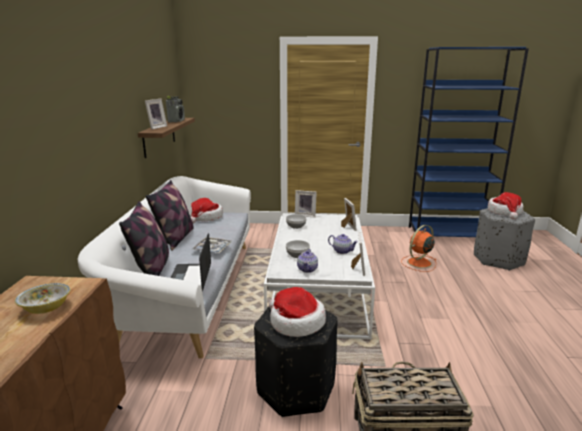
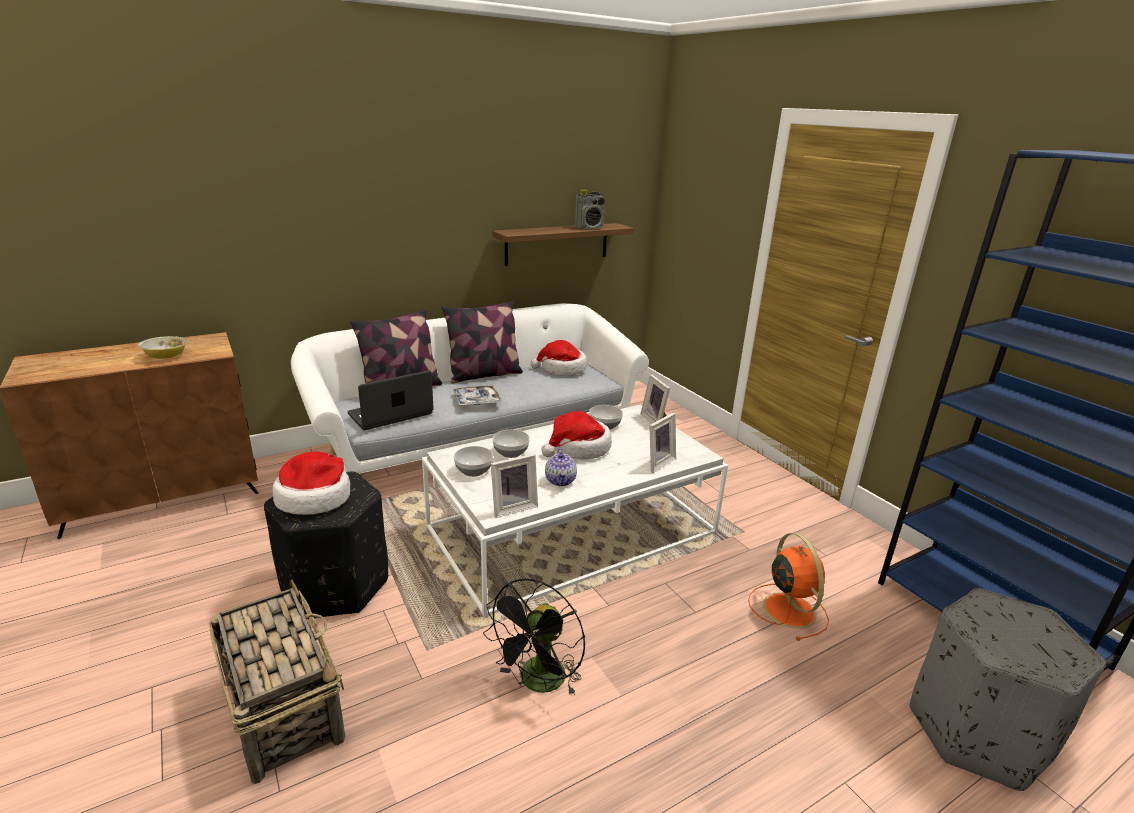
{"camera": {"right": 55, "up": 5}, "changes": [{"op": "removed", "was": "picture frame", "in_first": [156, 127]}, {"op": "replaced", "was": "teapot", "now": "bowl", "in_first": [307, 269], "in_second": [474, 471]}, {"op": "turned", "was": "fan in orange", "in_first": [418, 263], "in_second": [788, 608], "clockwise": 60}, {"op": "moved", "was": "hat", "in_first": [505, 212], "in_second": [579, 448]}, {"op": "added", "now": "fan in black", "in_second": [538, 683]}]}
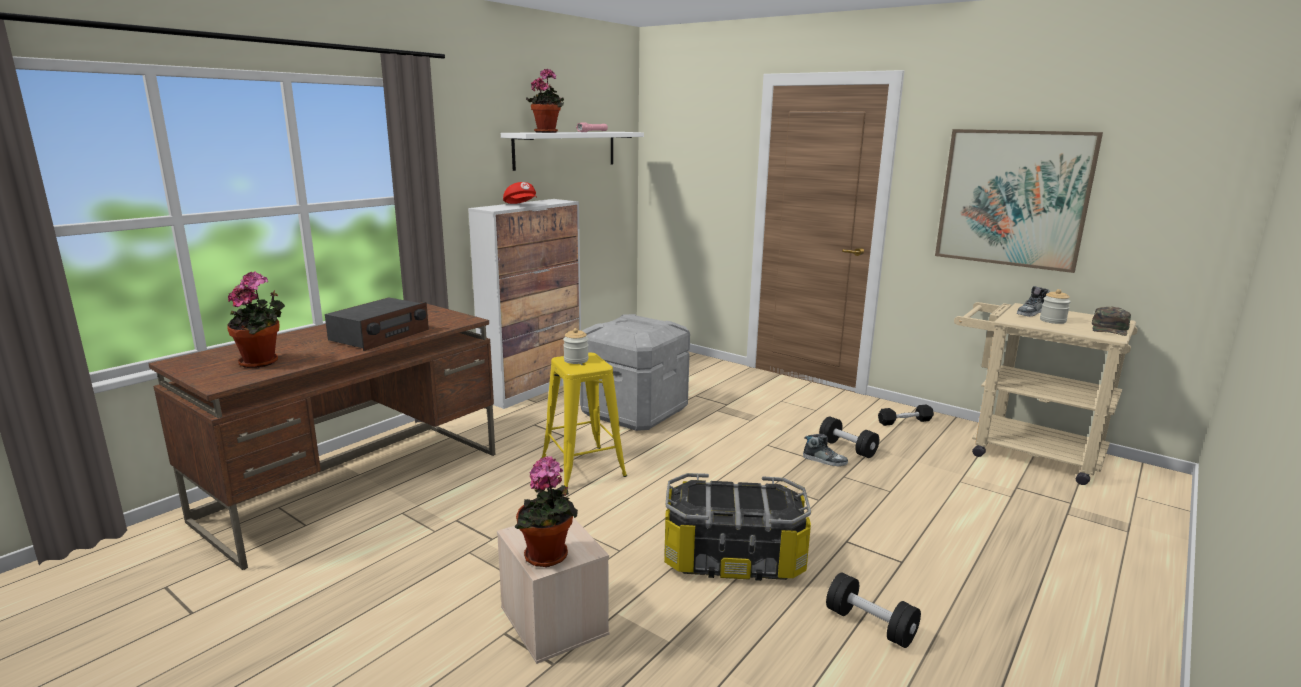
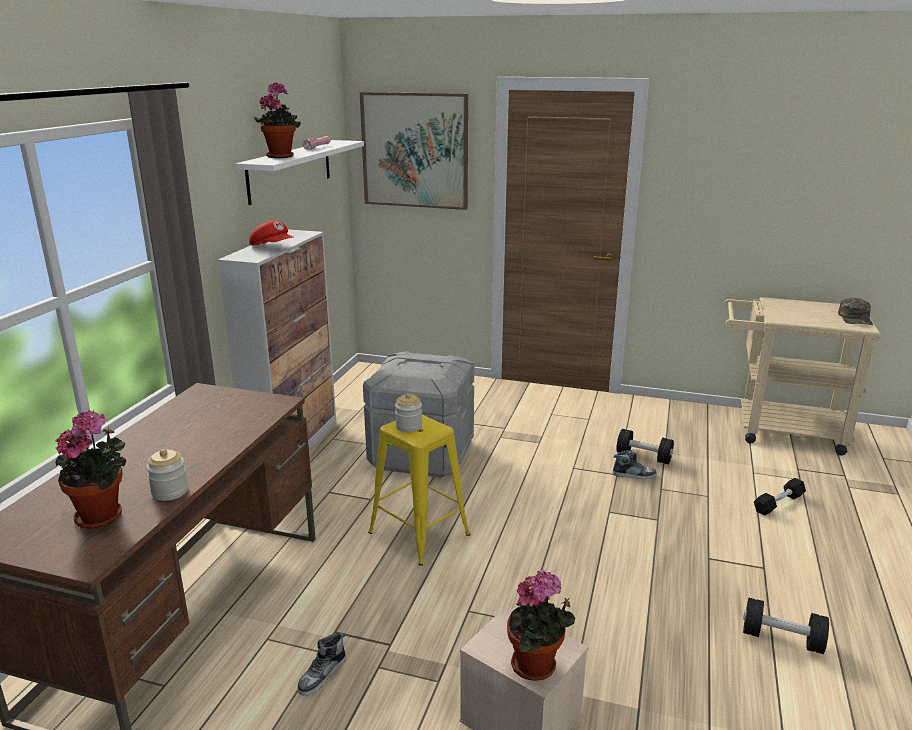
{"camera": {"right": -20, "up": 5}, "changes": [{"op": "removed", "was": "radio", "in_first": [380, 335]}, {"op": "removed", "was": "storage box", "in_first": [733, 557]}, {"op": "moved", "was": "dumbbell in black", "in_first": [904, 421], "in_second": [778, 503]}, {"op": "moved", "was": "picture", "in_first": [1013, 198], "in_second": [415, 150]}, {"op": "moved", "was": "shoe", "in_first": [1031, 313], "in_second": [322, 675]}, {"op": "moved", "was": "jar", "in_first": [1052, 321], "in_second": [170, 491]}]}
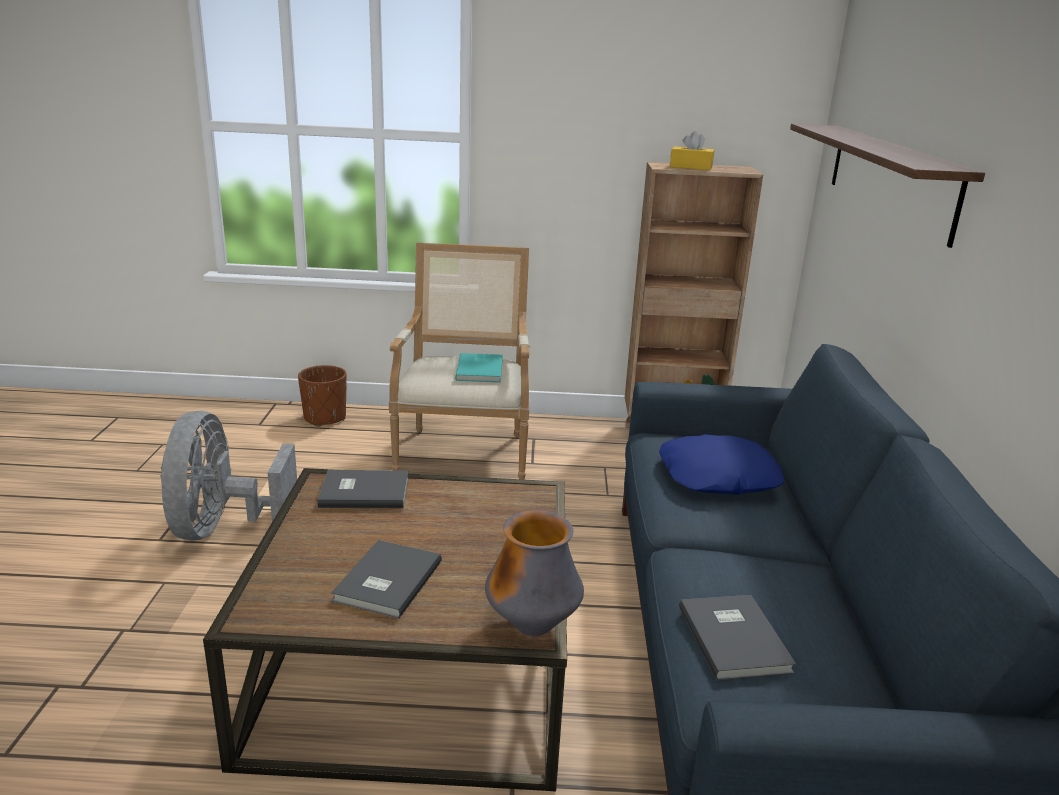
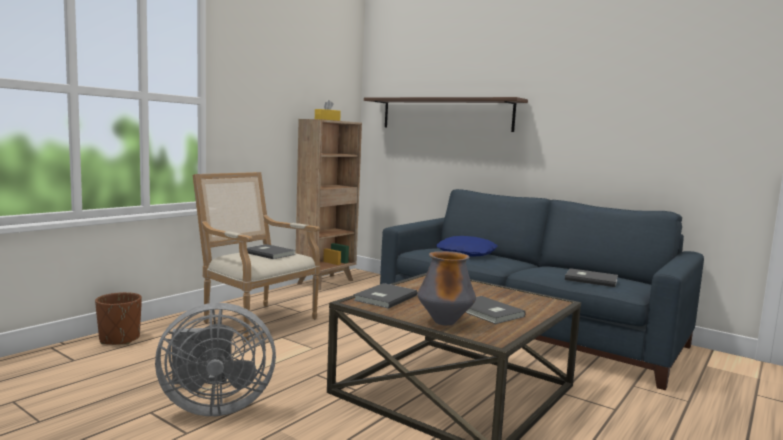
{"camera": {"right": -55, "up": -15}, "changes": [{"op": "turned", "was": "fan in grey", "in_first": [223, 527], "in_second": [213, 406], "clockwise": -45}, {"op": "recoloured", "was": "book in turquoise", "now": "book in grey", "in_first": [481, 370], "in_second": [269, 253]}, {"op": "moved", "was": "vase", "in_first": [532, 626], "in_second": [445, 322]}]}
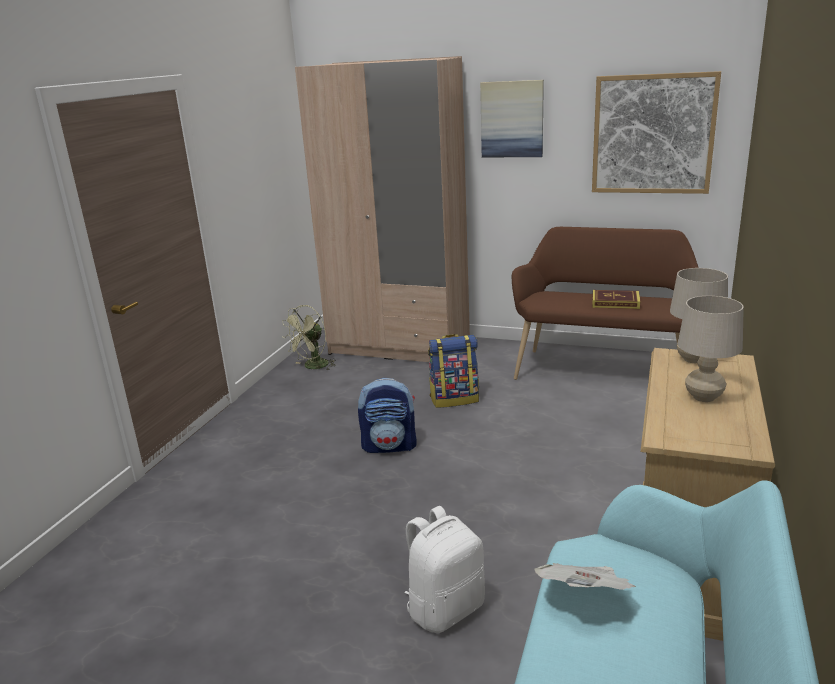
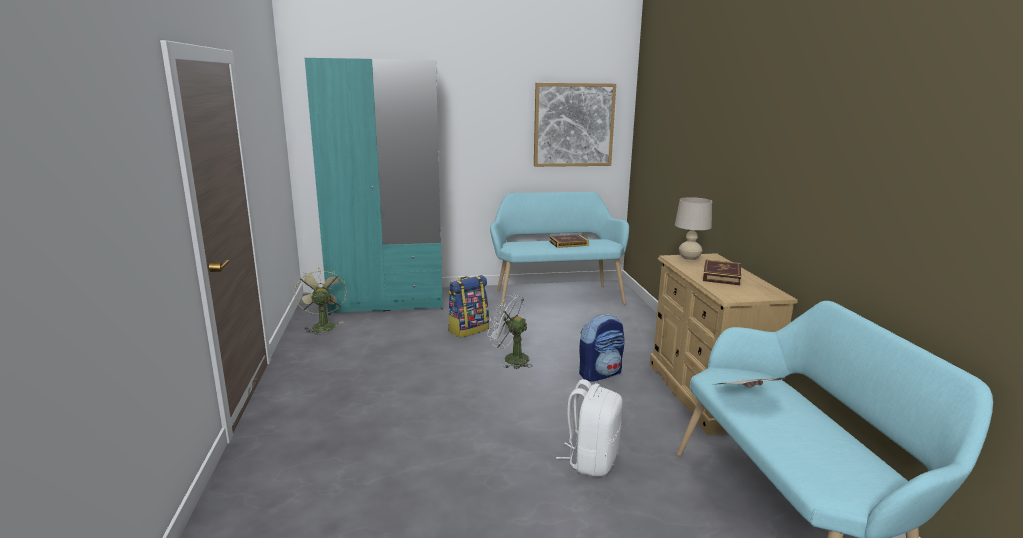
{"camera": {"right": -30, "up": -5}, "changes": [{"op": "turned", "was": "fan in green", "in_first": [312, 367], "in_second": [322, 325], "clockwise": 150}, {"op": "recoloured", "was": "wardrobe in beige", "now": "wardrobe in turquoise", "in_first": [400, 346], "in_second": [387, 300]}, {"op": "moved", "was": "backpack", "in_first": [390, 446], "in_second": [600, 373]}, {"op": "removed", "was": "picture", "in_first": [512, 119]}, {"op": "recoloured", "was": "bench in brown", "now": "bench in turquoise", "in_first": [603, 369], "in_second": [556, 296]}, {"op": "replaced", "was": "table lamp in beige", "now": "book", "in_first": [703, 397], "in_second": [721, 275]}, {"op": "added", "now": "fan in white", "in_second": [510, 359]}]}
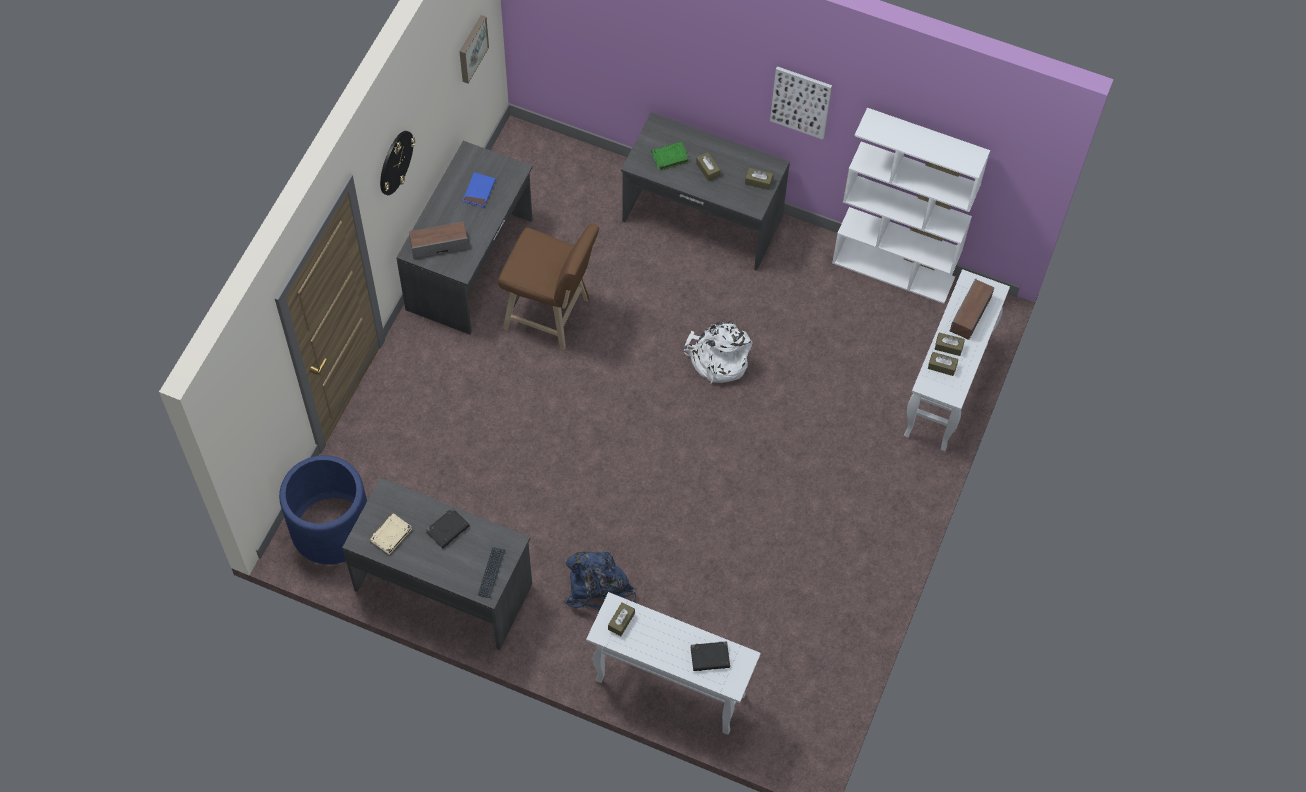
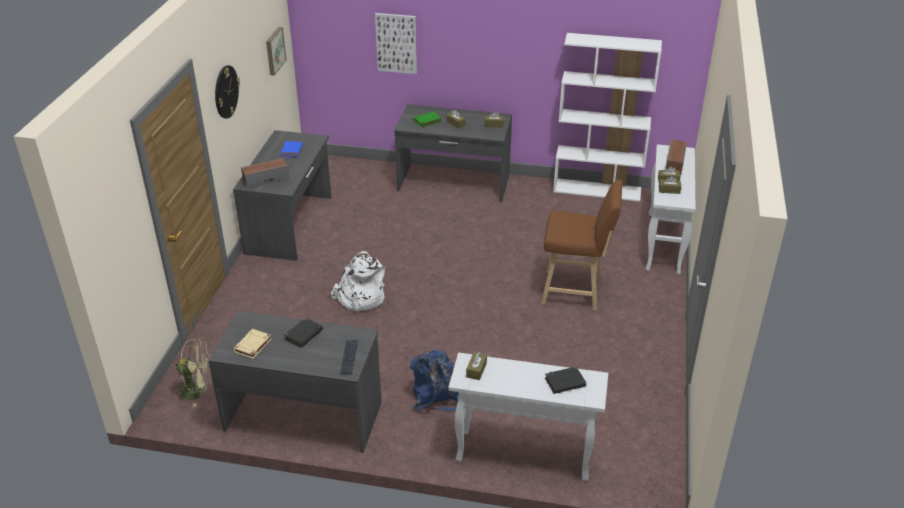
{"camera": {"right": -10, "up": -25}, "changes": [{"op": "replaced", "was": "planter in blue", "now": "fan in green", "in_first": [331, 528], "in_second": [197, 391]}, {"op": "moved", "was": "stool in brown", "in_first": [551, 315], "in_second": [575, 291]}, {"op": "moved", "was": "backpack in white", "in_first": [718, 359], "in_second": [359, 297]}, {"op": "moved", "was": "picture", "in_first": [801, 102], "in_second": [396, 43]}]}
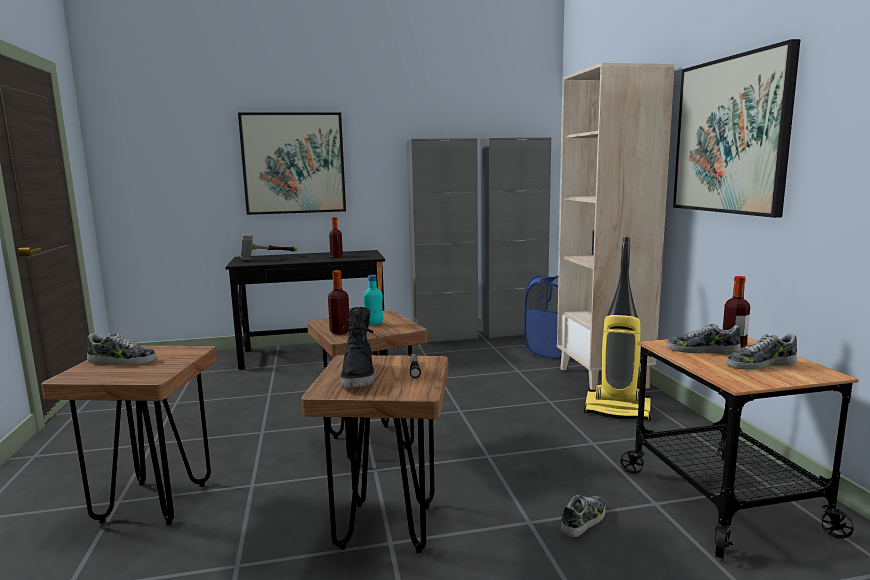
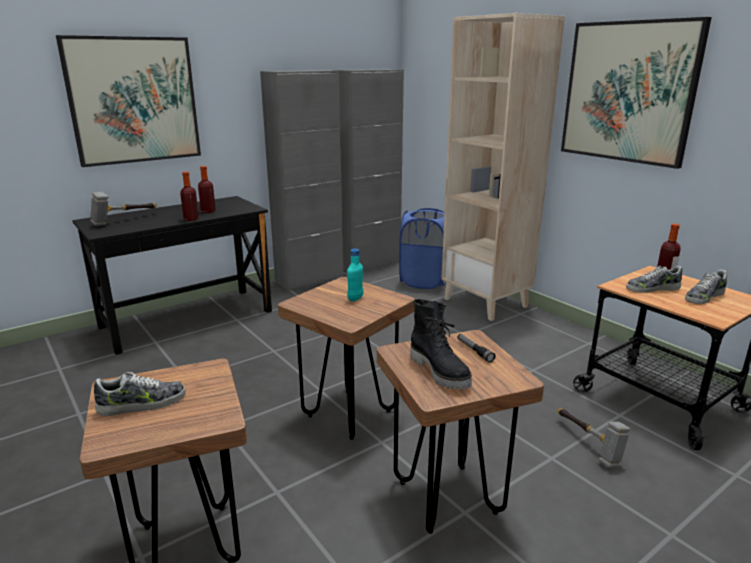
{"camera": {"right": -25, "up": 10}, "changes": [{"op": "moved", "was": "bottle", "in_first": [340, 332], "in_second": [191, 219]}, {"op": "replaced", "was": "shoe", "now": "hammer", "in_first": [584, 521], "in_second": [588, 444]}, {"op": "removed", "was": "vacuum cleaner", "in_first": [618, 410]}]}
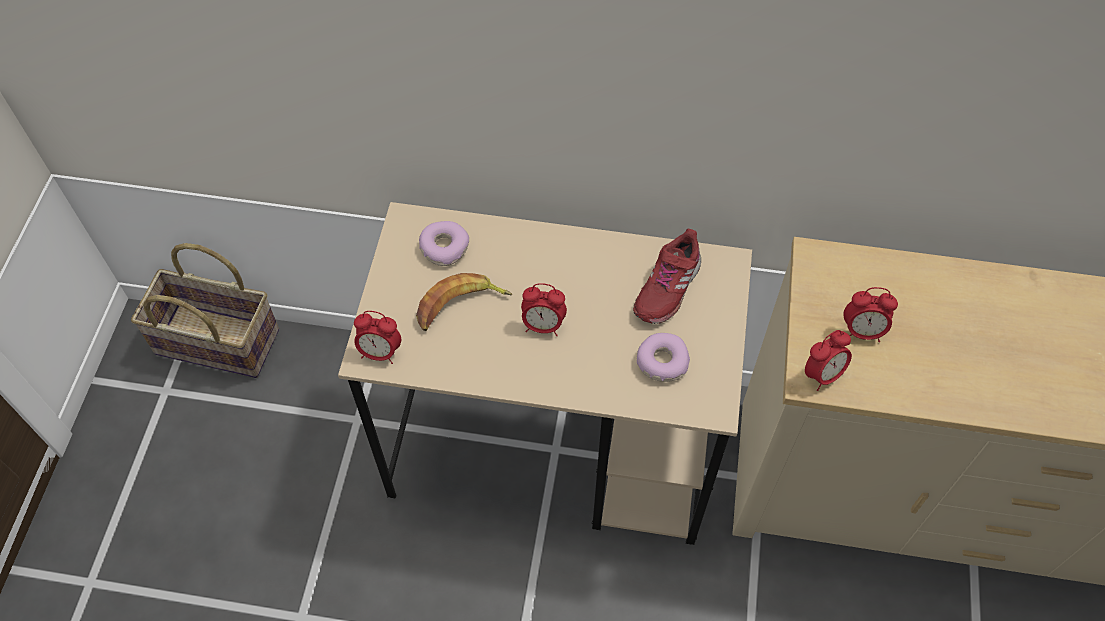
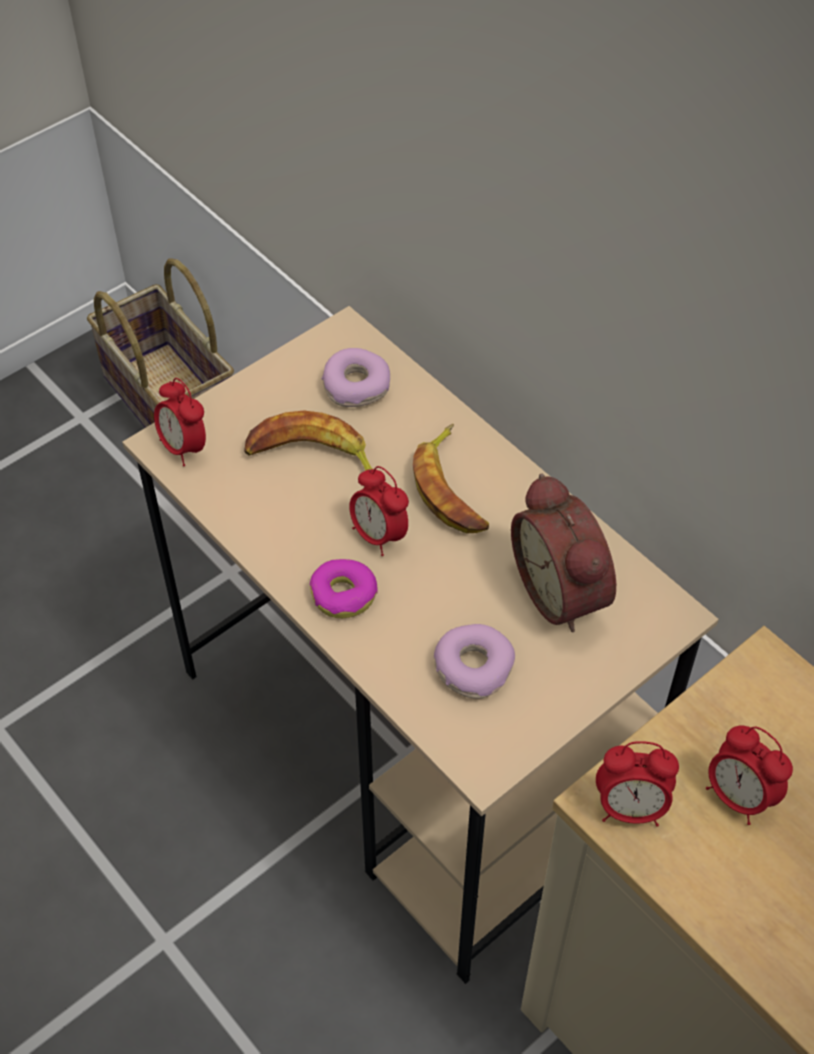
{"camera": {"right": 40, "up": -5}, "changes": [{"op": "replaced", "was": "shoe in red", "now": "alarm clock", "in_first": [666, 287], "in_second": [564, 590]}, {"op": "added", "now": "donut", "in_second": [344, 595]}, {"op": "added", "now": "banana", "in_second": [452, 488]}]}
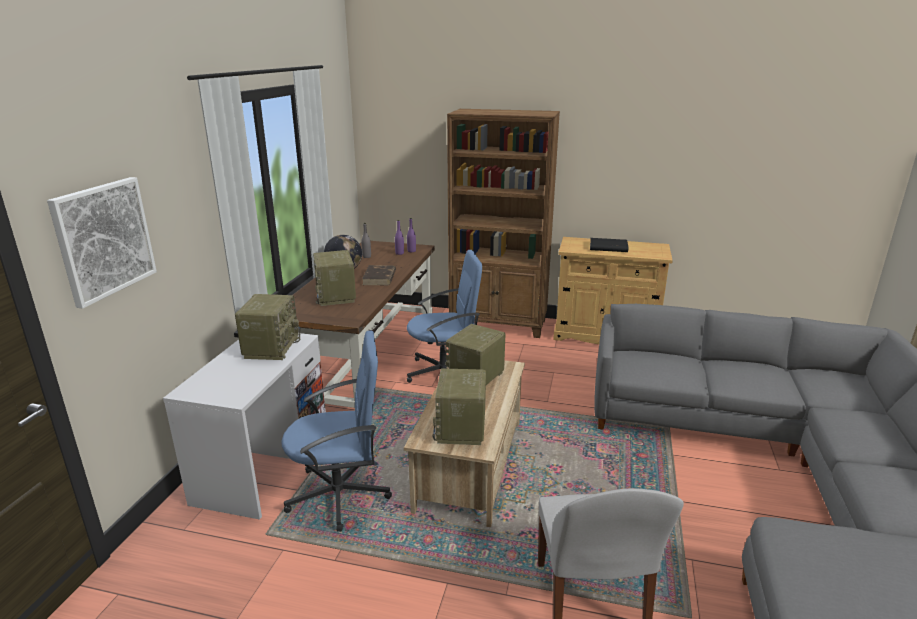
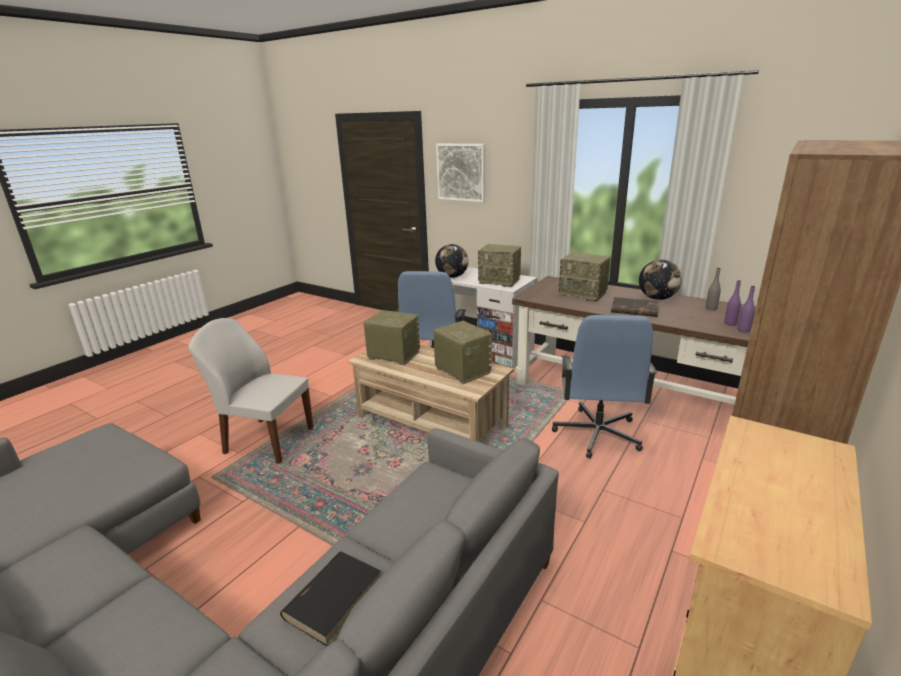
{"camera": {"right": 110, "up": 0}, "changes": [{"op": "turned", "was": "radio", "in_first": [336, 296], "in_second": [584, 294], "clockwise": -150}, {"op": "moved", "was": "book in black", "in_first": [608, 247], "in_second": [334, 598]}, {"op": "added", "now": "globe", "in_second": [452, 277]}]}
